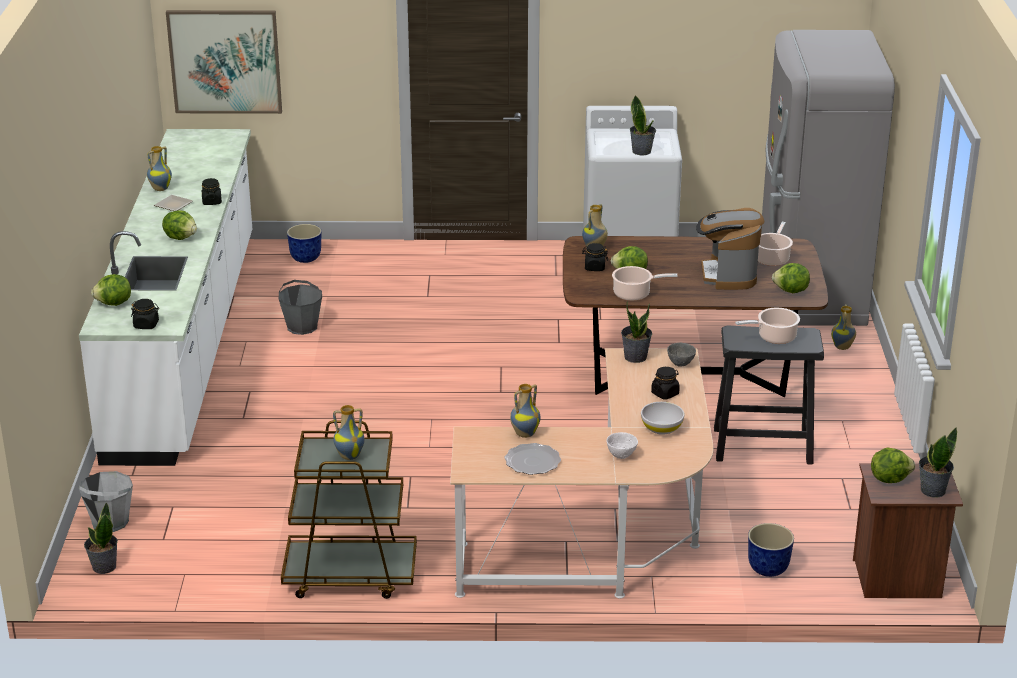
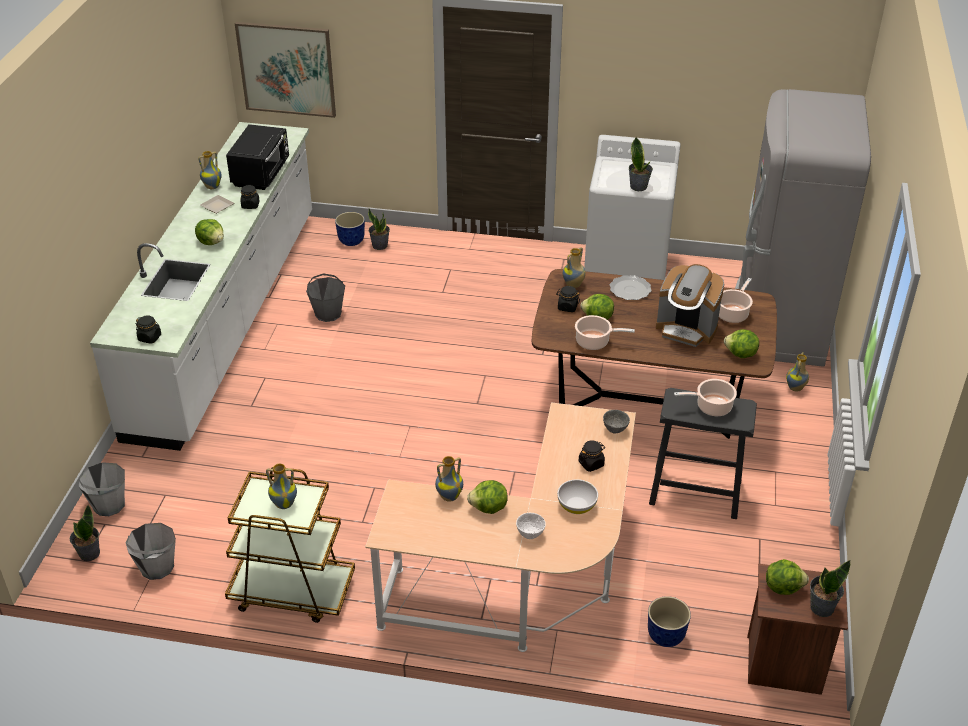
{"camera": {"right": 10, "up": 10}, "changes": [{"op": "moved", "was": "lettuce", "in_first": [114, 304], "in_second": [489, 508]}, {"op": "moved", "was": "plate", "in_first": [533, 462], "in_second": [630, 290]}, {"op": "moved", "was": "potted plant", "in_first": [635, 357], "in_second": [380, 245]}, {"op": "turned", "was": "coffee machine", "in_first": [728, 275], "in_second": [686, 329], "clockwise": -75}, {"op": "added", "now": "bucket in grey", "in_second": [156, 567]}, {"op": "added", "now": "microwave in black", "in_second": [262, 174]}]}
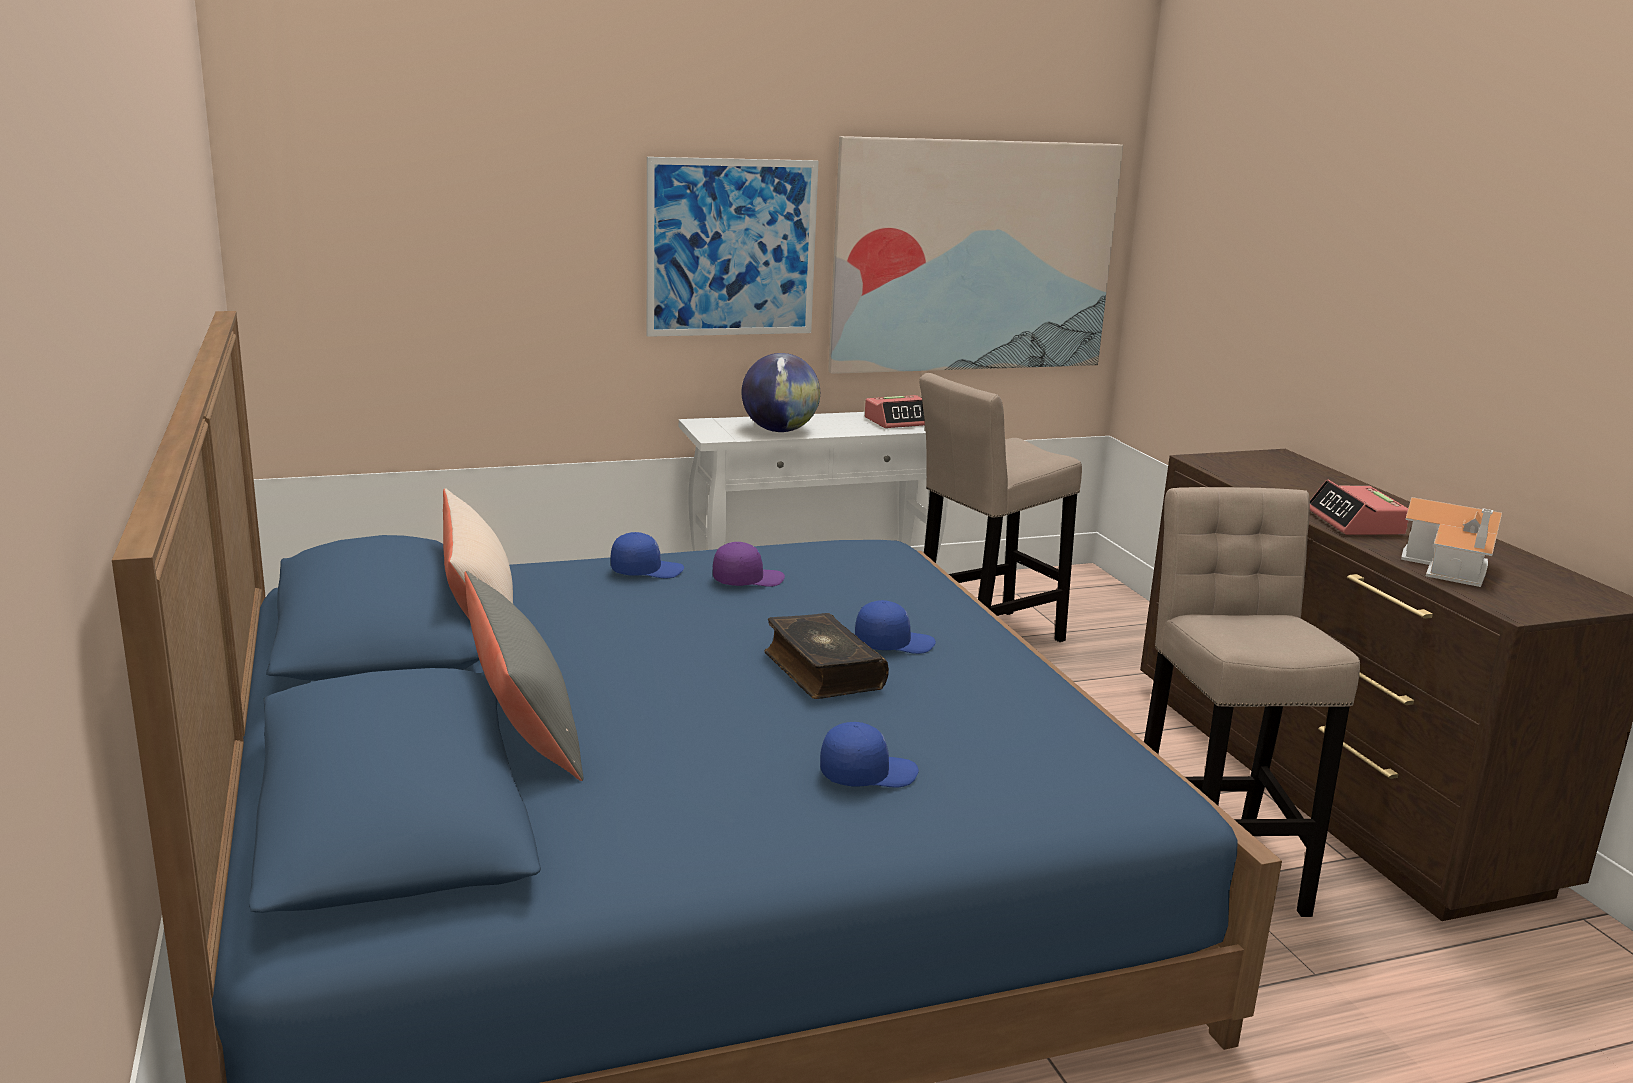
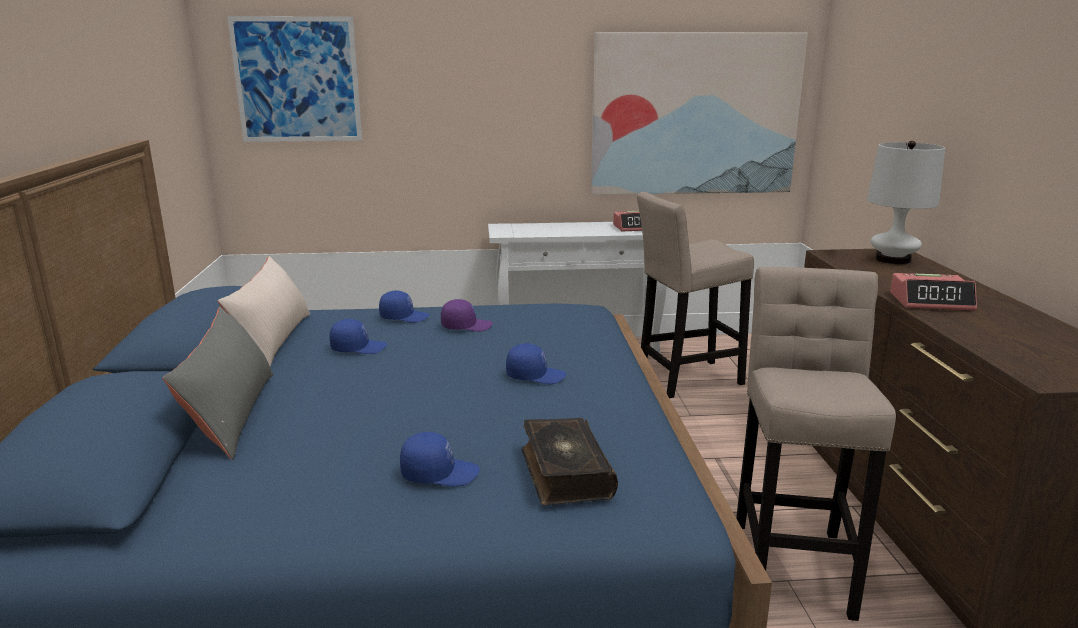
{"camera": {"right": 15, "up": 0}, "changes": [{"op": "moved", "was": "picture", "in_first": [731, 248], "in_second": [297, 80]}, {"op": "removed", "was": "globe", "in_first": [779, 430]}, {"op": "moved", "was": "book", "in_first": [821, 671], "in_second": [564, 473]}, {"op": "turned", "was": "alarm clock", "in_first": [1355, 523], "in_second": [931, 302], "clockwise": -90}, {"op": "removed", "was": "toy house", "in_first": [1451, 566]}, {"op": "added", "now": "cap in blue", "in_second": [358, 348]}, {"op": "added", "now": "table lamp in white", "in_second": [892, 260]}]}
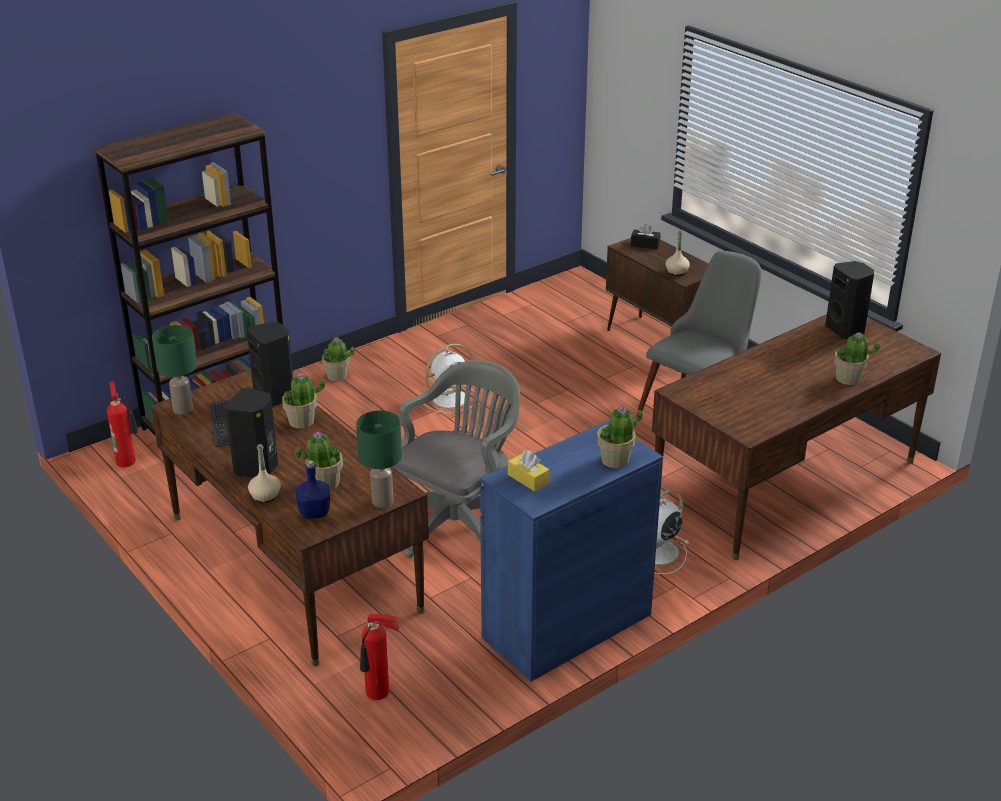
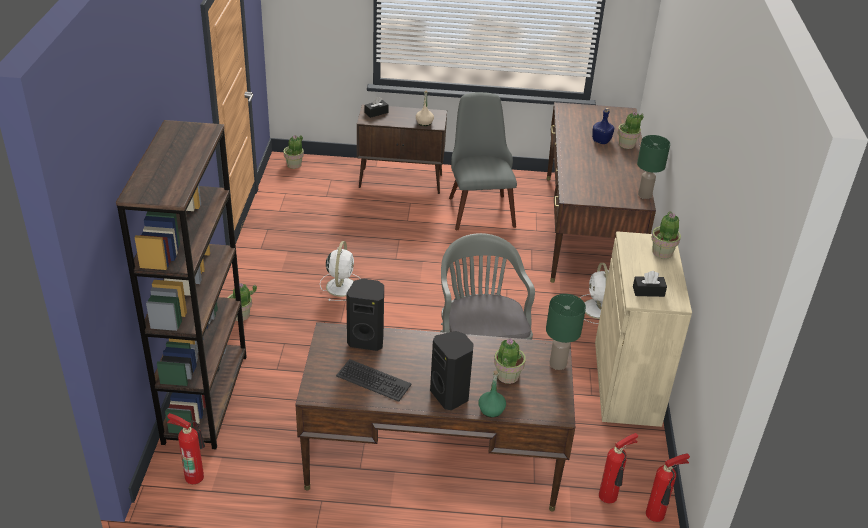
{"camera": {"right": -50, "up": 5}, "changes": [{"op": "moved", "was": "table lamp in green", "in_first": [183, 409], "in_second": [644, 195]}, {"op": "recoloured", "was": "bottle in beige", "now": "bottle in green", "in_first": [265, 496], "in_second": [491, 410]}, {"op": "moved", "was": "potted plant", "in_first": [302, 421], "in_second": [294, 164]}, {"op": "moved", "was": "bottle in blue", "in_first": [314, 513], "in_second": [601, 141]}, {"op": "recoloured", "was": "cabinet in blue", "now": "cabinet in beige", "in_first": [567, 626], "in_second": [626, 382]}, {"op": "recoloured", "was": "tissue box in yellow", "now": "tissue box in black", "in_first": [528, 479], "in_second": [648, 291]}, {"op": "removed", "was": "speaker in black", "in_first": [846, 330]}, {"op": "added", "now": "fire extinguisher", "in_second": [657, 515]}]}
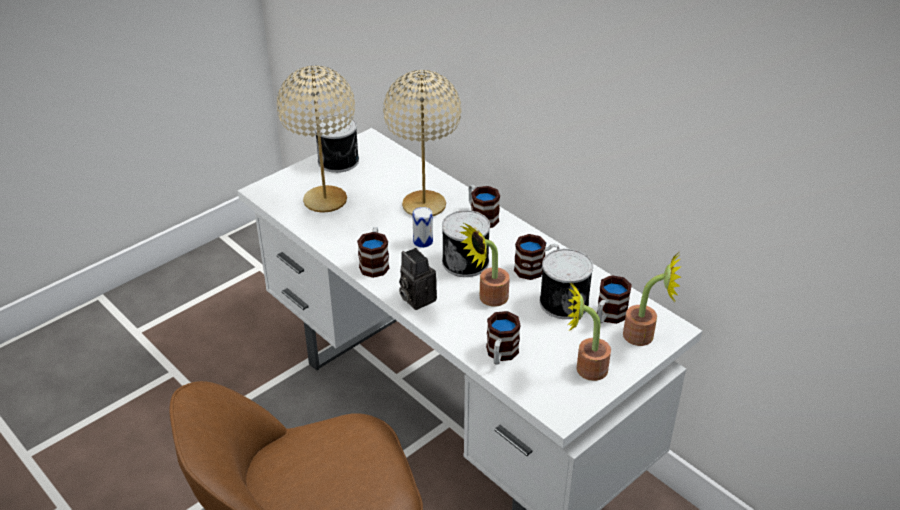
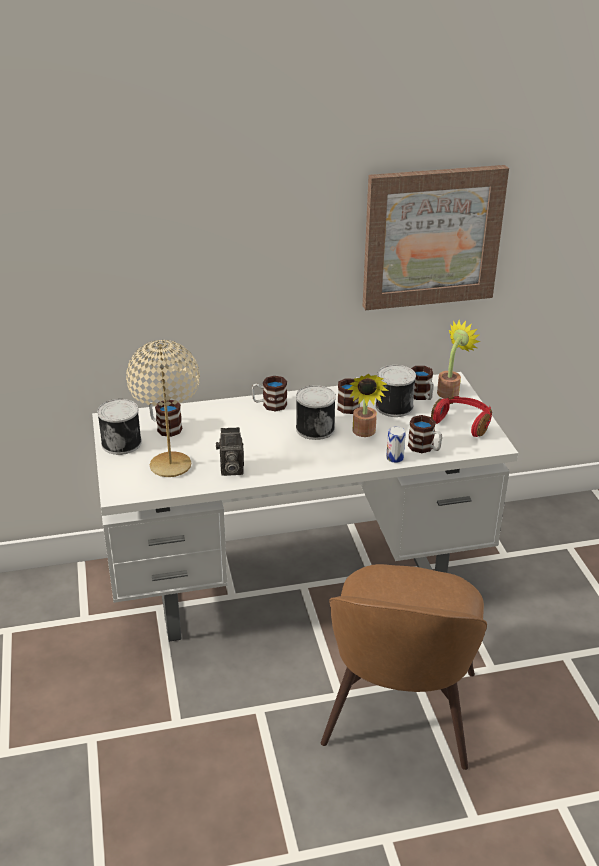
{"camera": {"right": -60, "up": -5}, "changes": [{"op": "moved", "was": "mug", "in_first": [374, 263], "in_second": [165, 428]}, {"op": "removed", "was": "table lamp in beige", "in_first": [424, 206]}, {"op": "moved", "was": "photo camera", "in_first": [416, 298], "in_second": [230, 470]}, {"op": "moved", "was": "can", "in_first": [423, 241], "in_second": [394, 458]}, {"op": "replaced", "was": "potted plant", "now": "headphones in red", "in_first": [585, 369], "in_second": [463, 422]}, {"op": "added", "now": "picture", "in_second": [431, 237]}]}
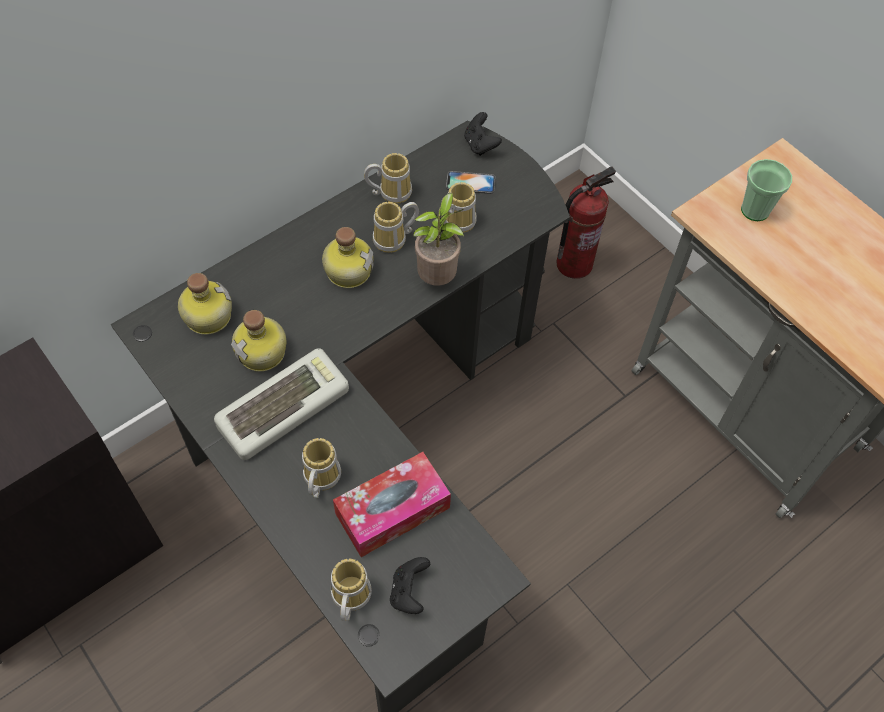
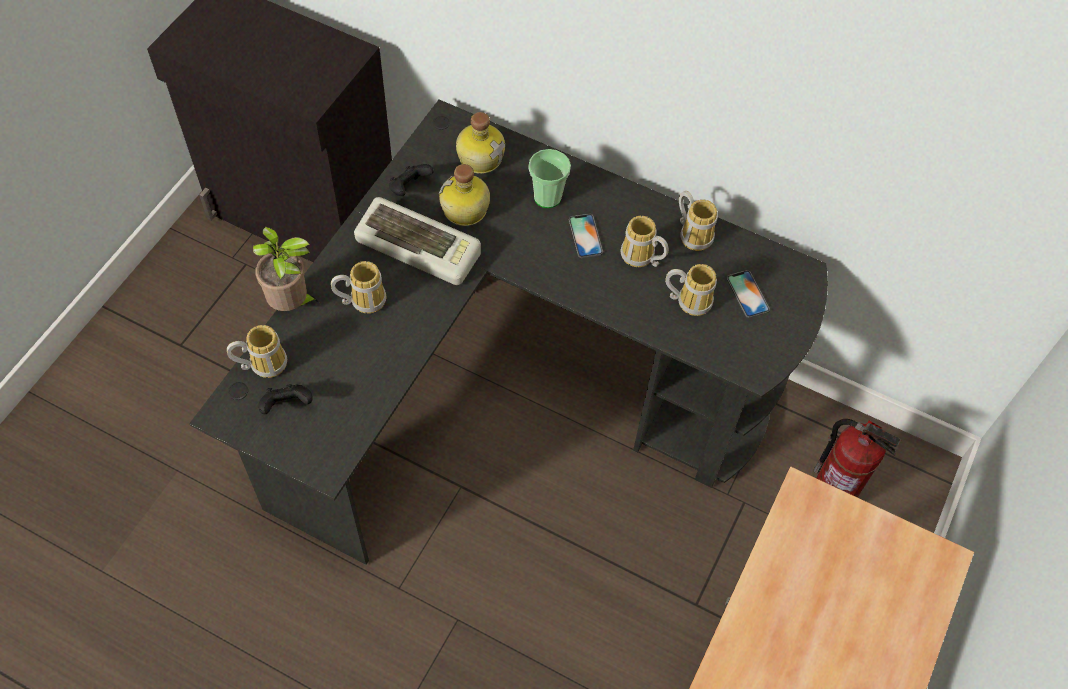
{"camera": {"right": 65, "up": 0}, "changes": [{"op": "replaced", "was": "bottle", "now": "phone", "in_first": [348, 270], "in_second": [585, 236]}, {"op": "removed", "was": "tissue box", "in_first": [392, 510]}, {"op": "moved", "was": "potted plant", "in_first": [438, 277], "in_second": [292, 304]}, {"op": "moved", "was": "game controller in black", "in_first": [480, 145], "in_second": [409, 188]}, {"op": "moved", "was": "cup", "in_first": [755, 210], "in_second": [547, 197]}]}
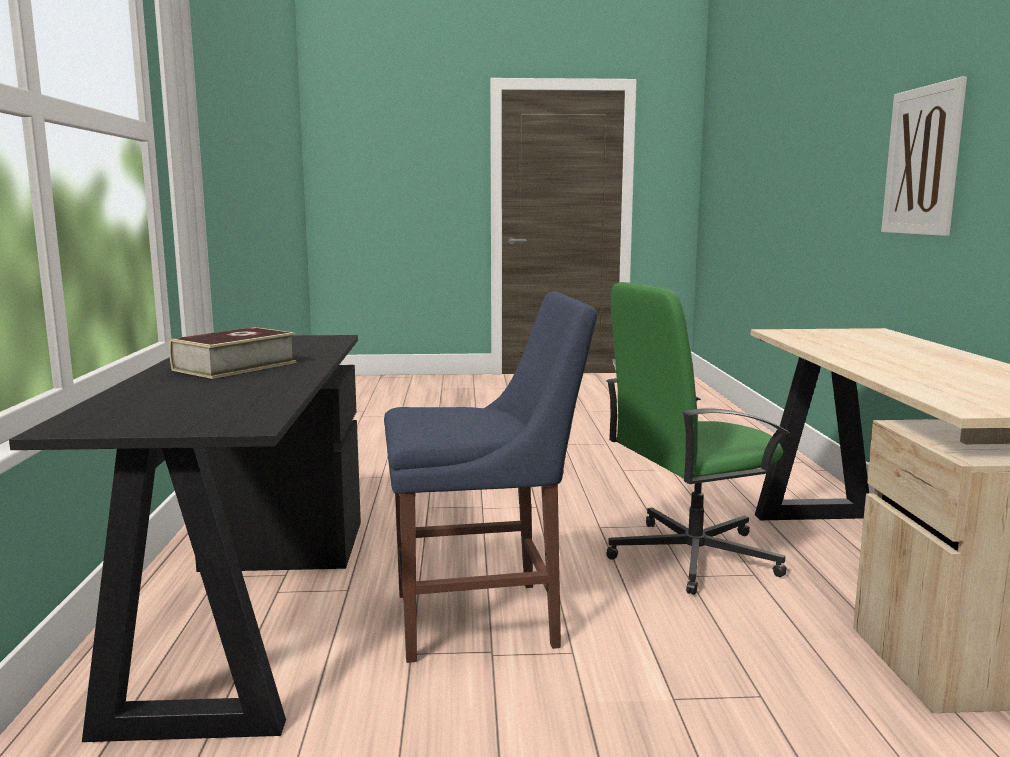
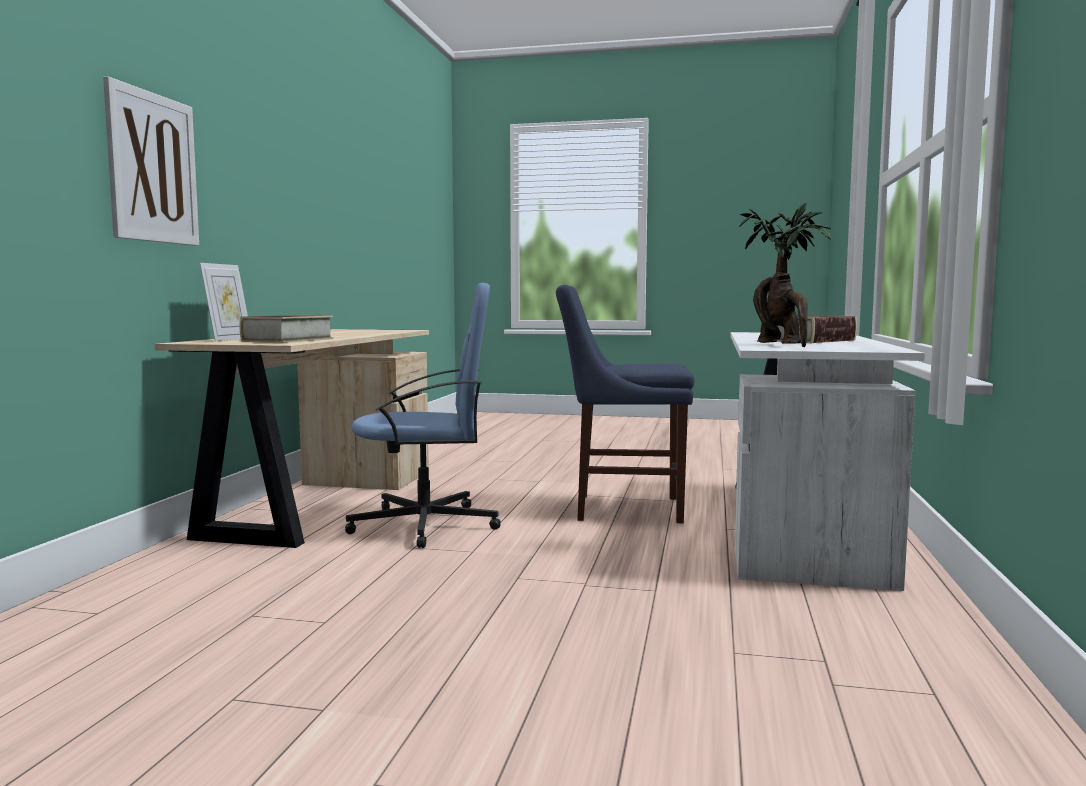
{"camera": {"right": -165, "up": -5}, "changes": [{"op": "recoloured", "was": "desk in black", "now": "desk in white", "in_first": [248, 609], "in_second": [799, 525]}, {"op": "recoloured", "was": "office chair in green", "now": "office chair in blue", "in_first": [690, 556], "in_second": [427, 525]}, {"op": "added", "now": "picture frame", "in_second": [228, 339]}, {"op": "added", "now": "book", "in_second": [288, 340]}, {"op": "added", "now": "potted plant", "in_second": [782, 345]}]}
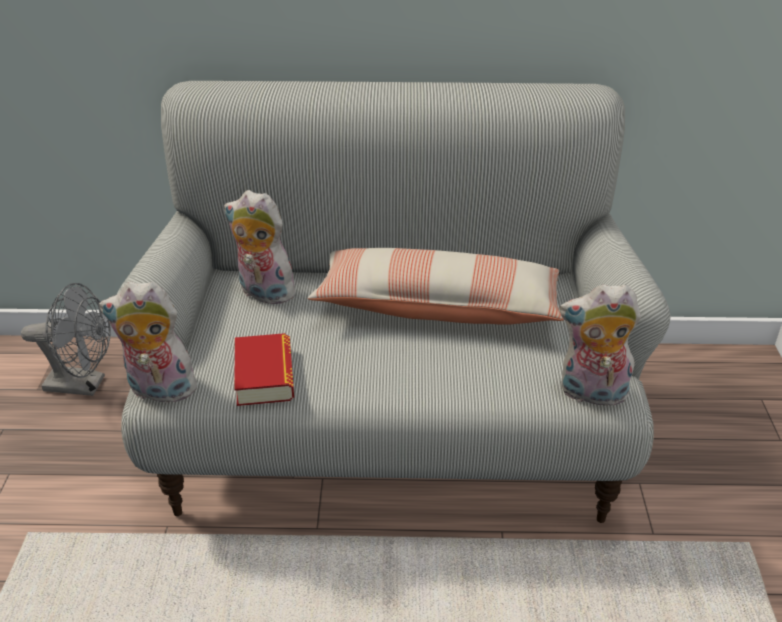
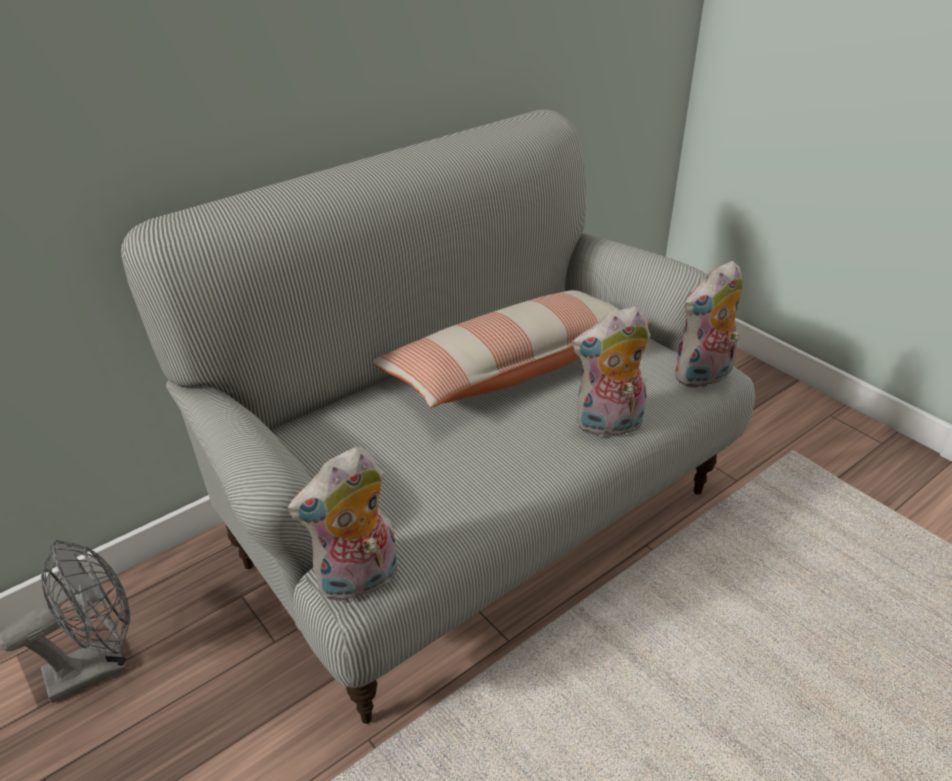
{"camera": {"right": -40, "up": 0}, "changes": [{"op": "moved", "was": "plush toy", "in_first": [263, 293], "in_second": [608, 426]}, {"op": "removed", "was": "book", "in_first": [264, 376]}]}
